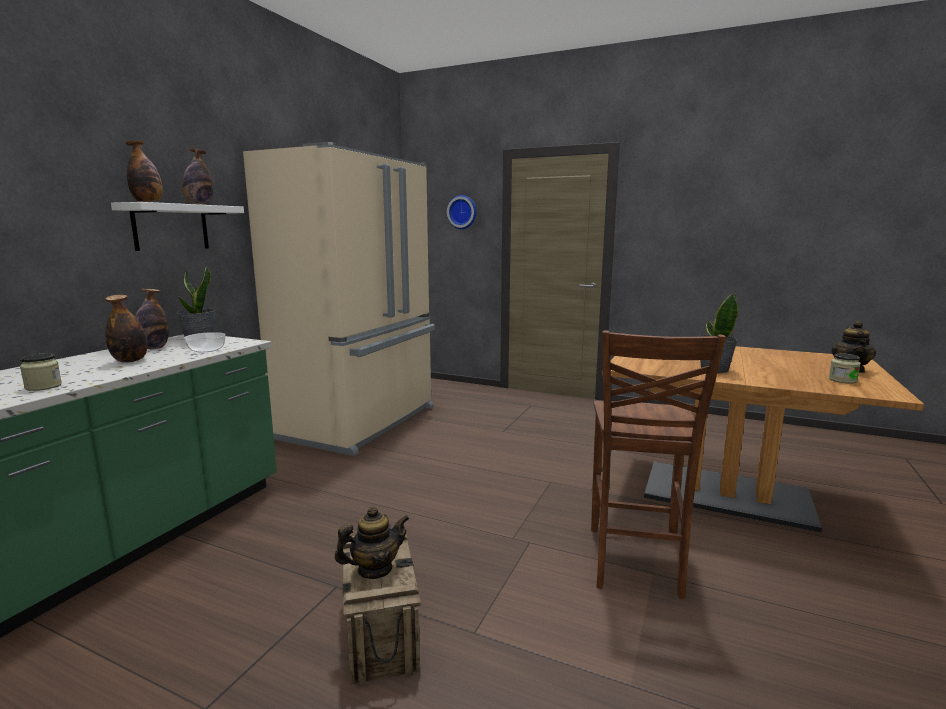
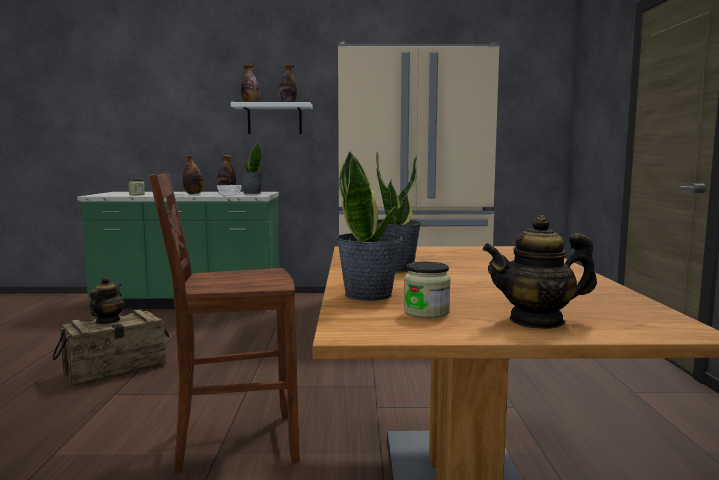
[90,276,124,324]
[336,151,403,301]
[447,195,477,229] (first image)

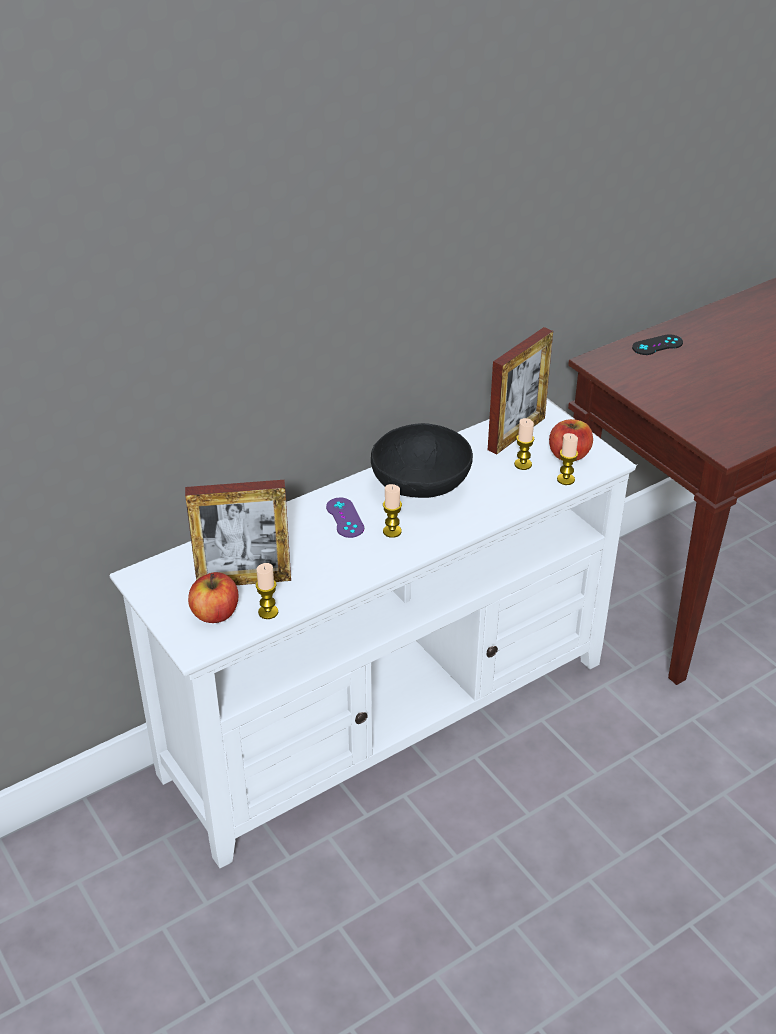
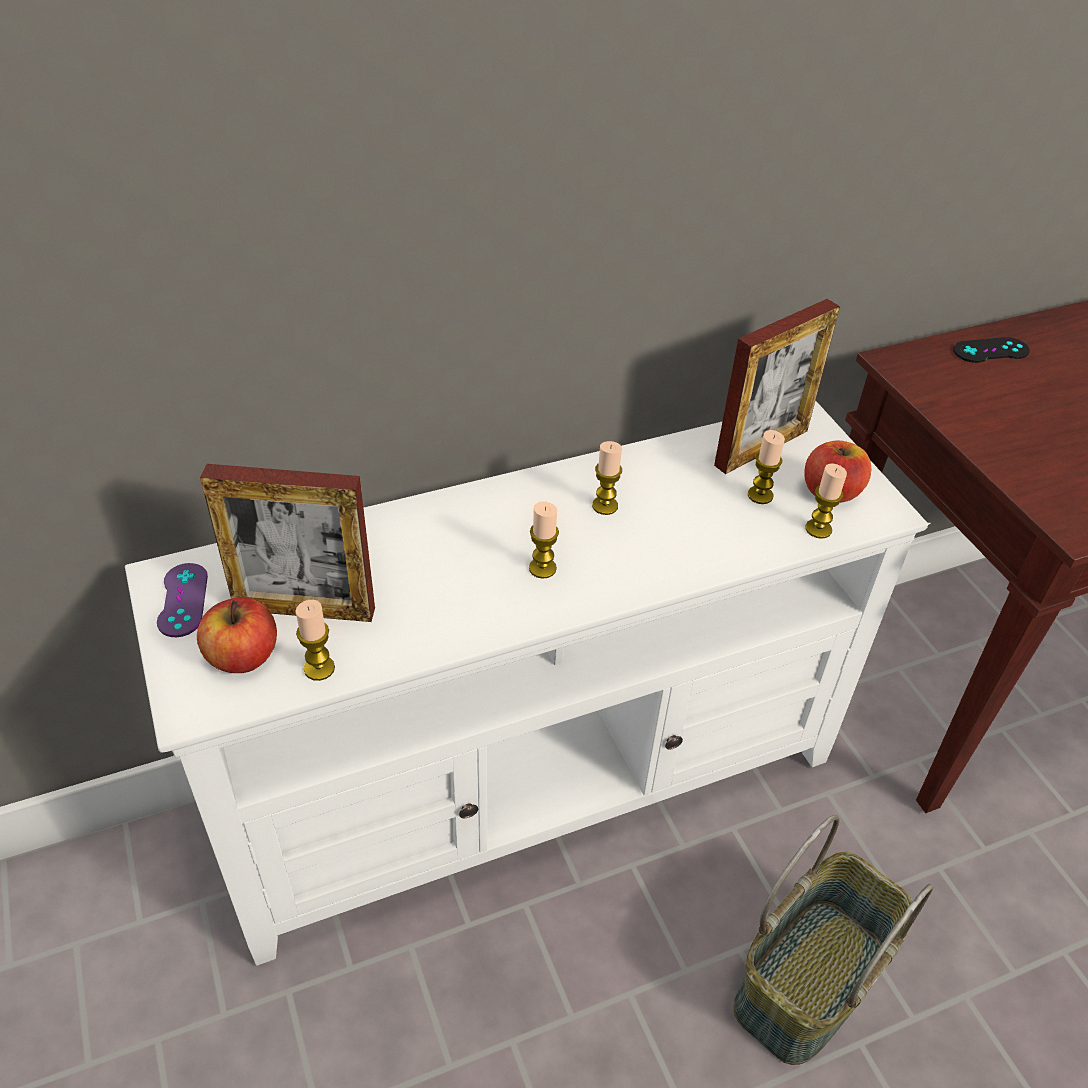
[157,563,208,637]
[592,441,622,515]
[733,815,933,1065]

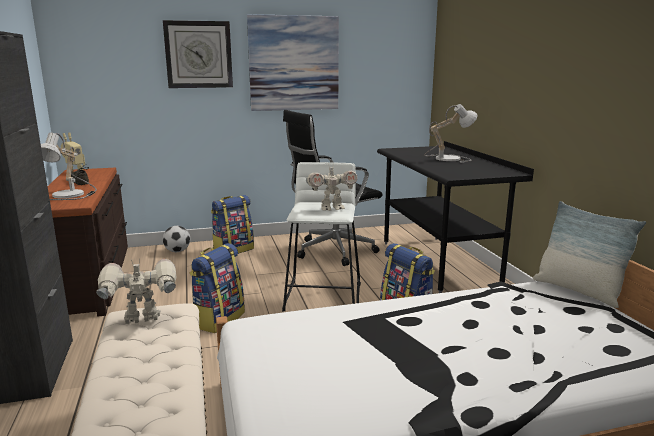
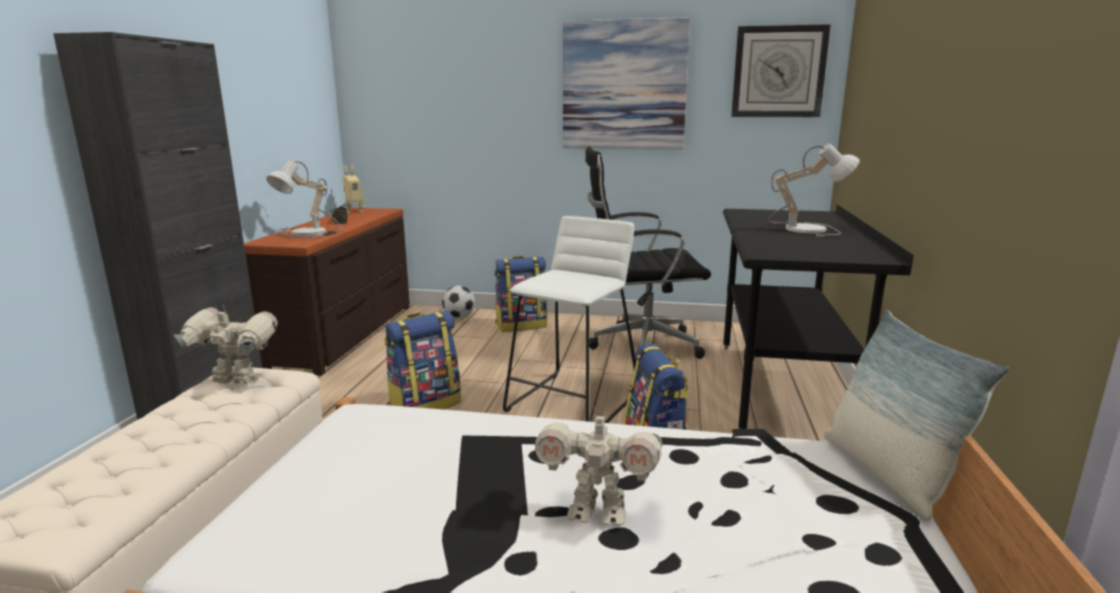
[535,405,662,525]
[731,24,831,117]

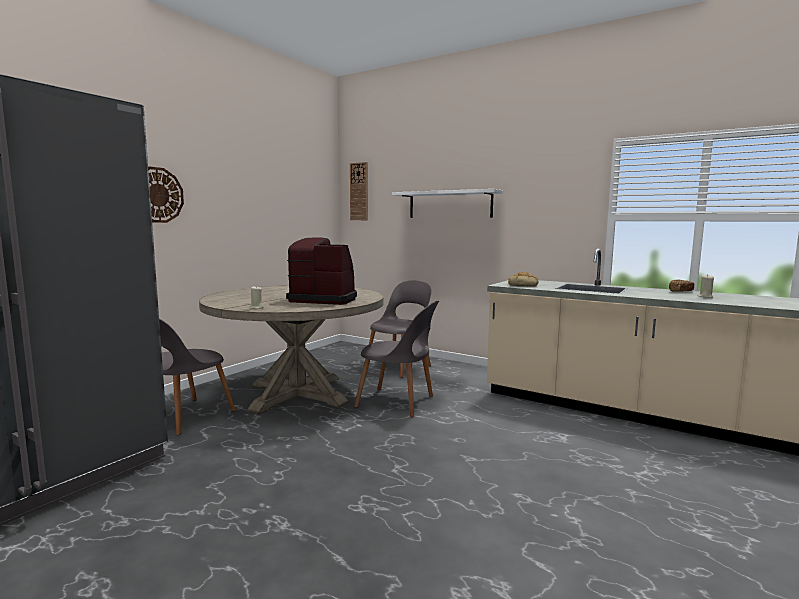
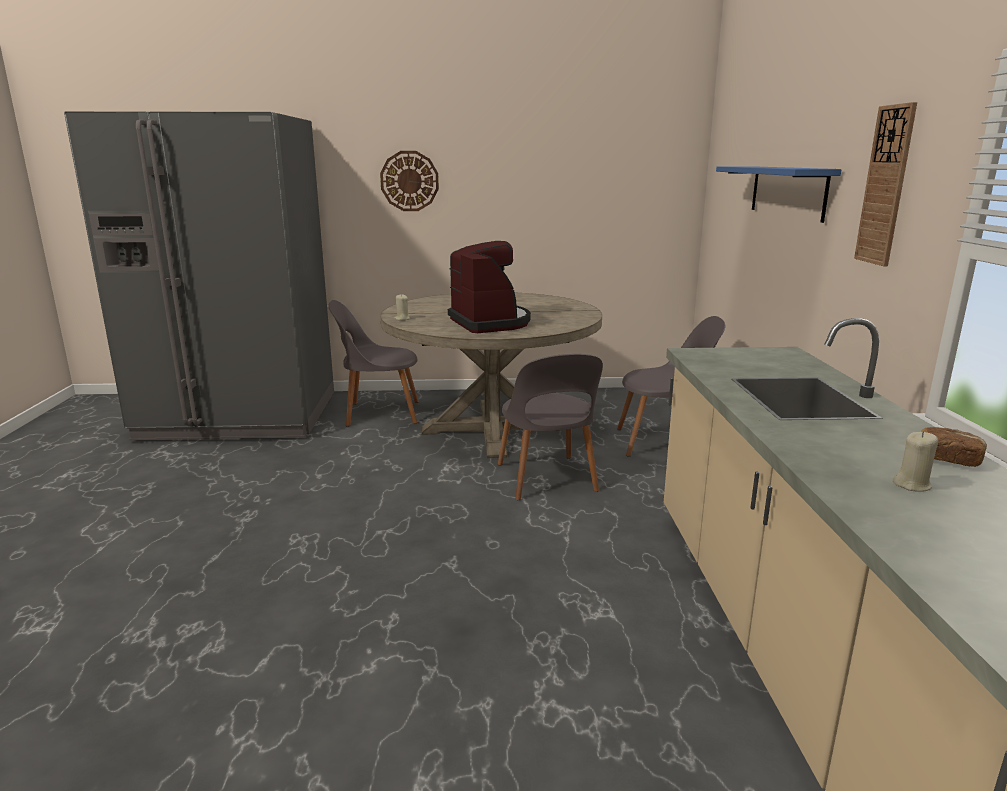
[716,166,842,223]
[854,102,917,266]
[508,272,538,287] (first image)

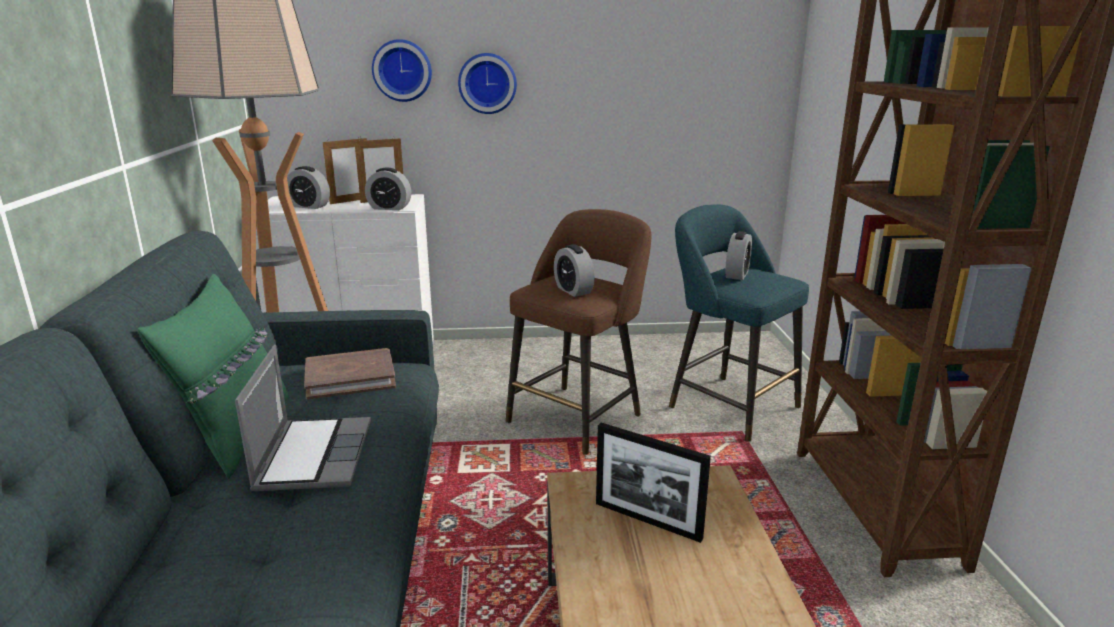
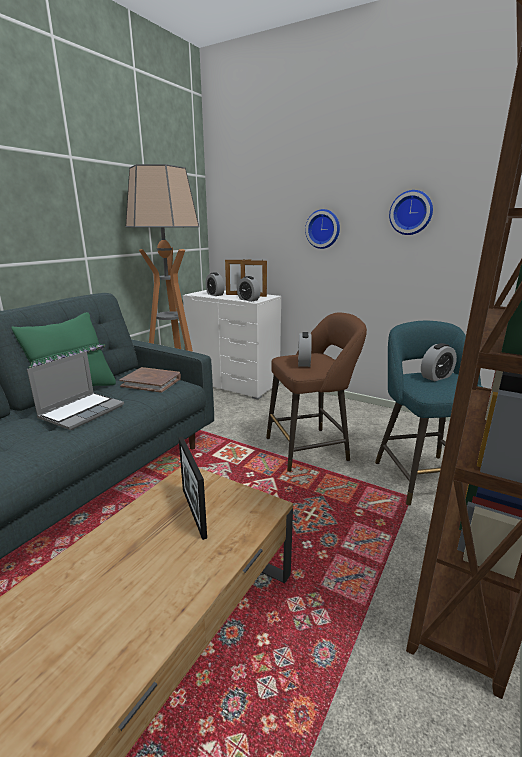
[389,190,433,235]

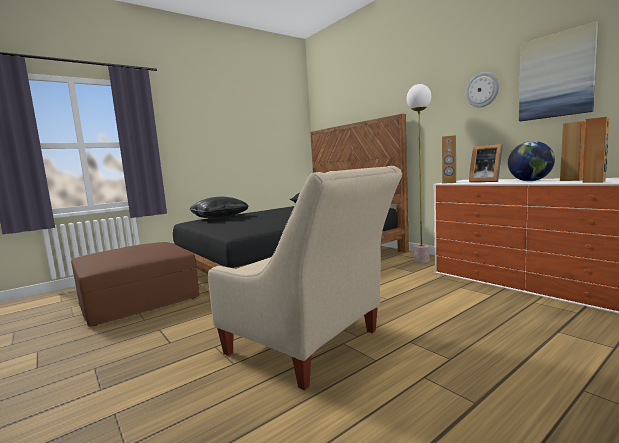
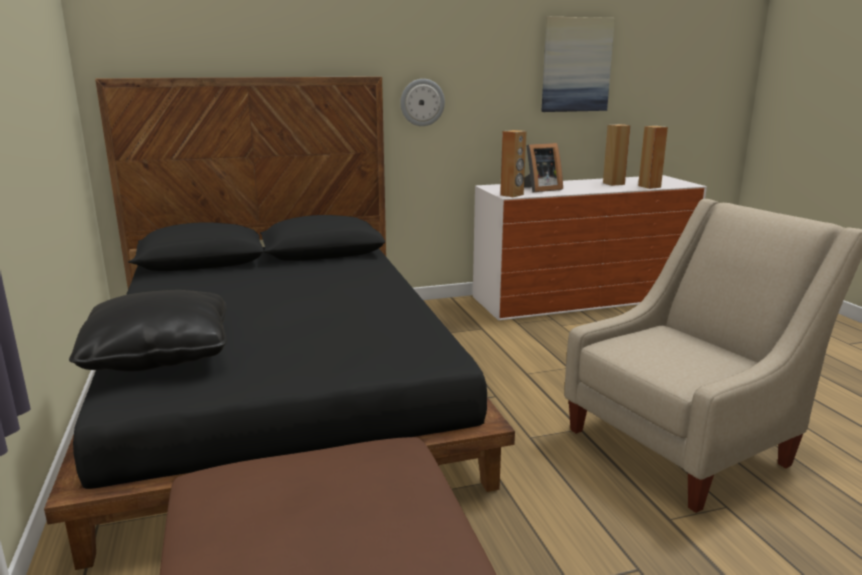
[400,79,445,126]
[407,84,431,263] (first image)
[508,141,555,181] (first image)

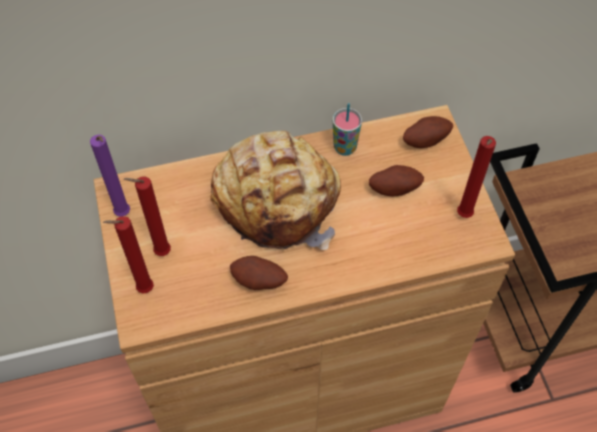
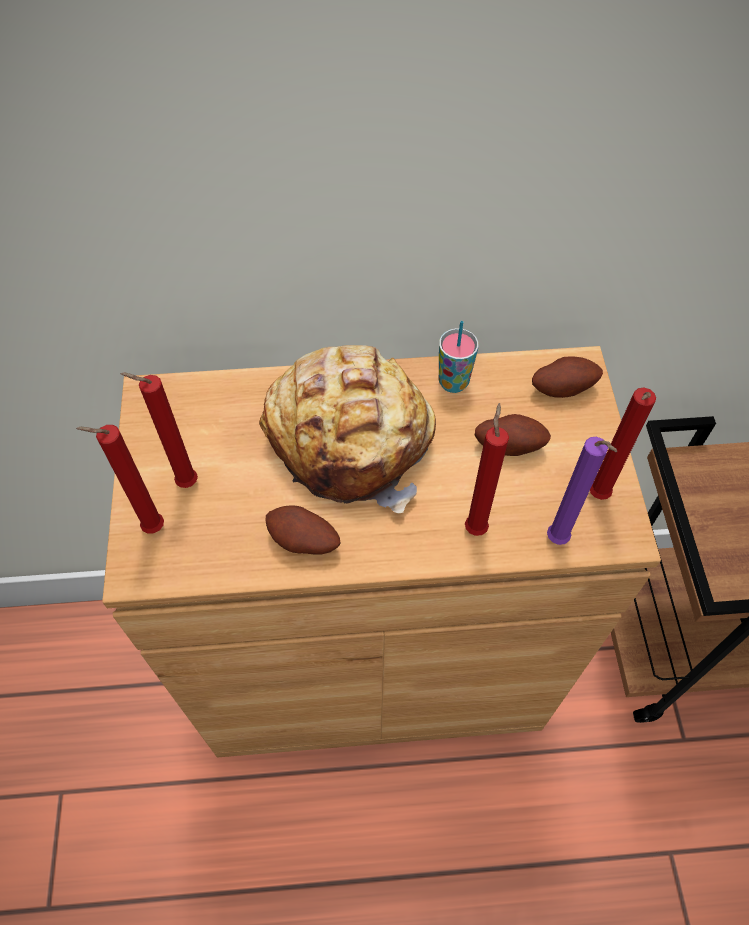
[465,403,509,536]
[547,437,617,545]

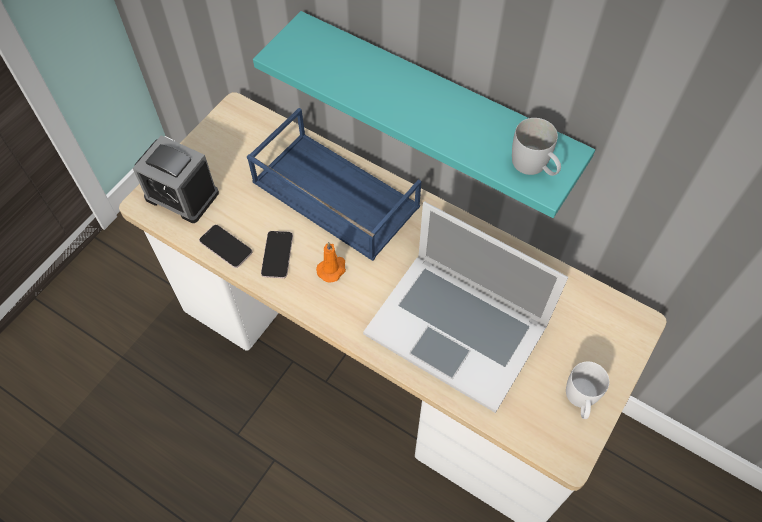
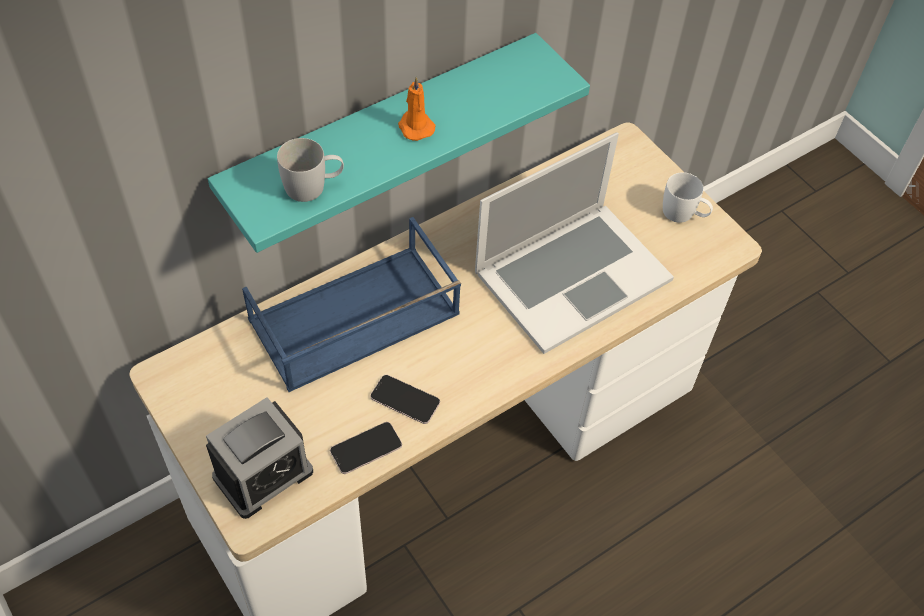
[277,138,344,202]
[398,77,436,141]

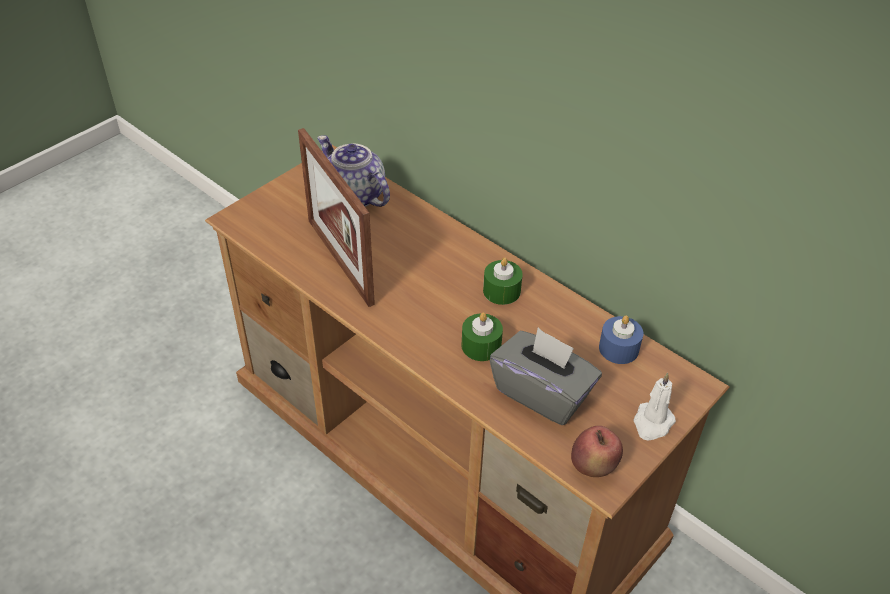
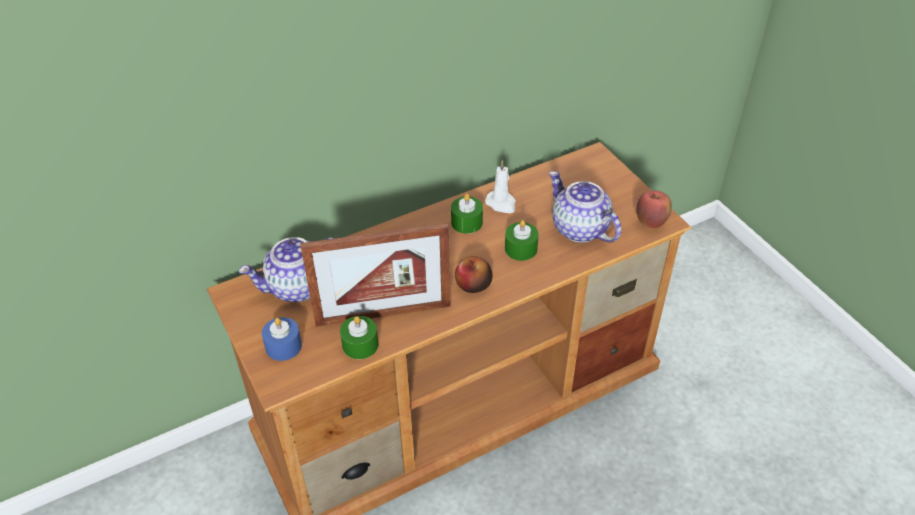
[262,317,302,361]
[340,316,378,359]
[455,256,493,293]
[485,160,516,213]
[549,171,621,243]

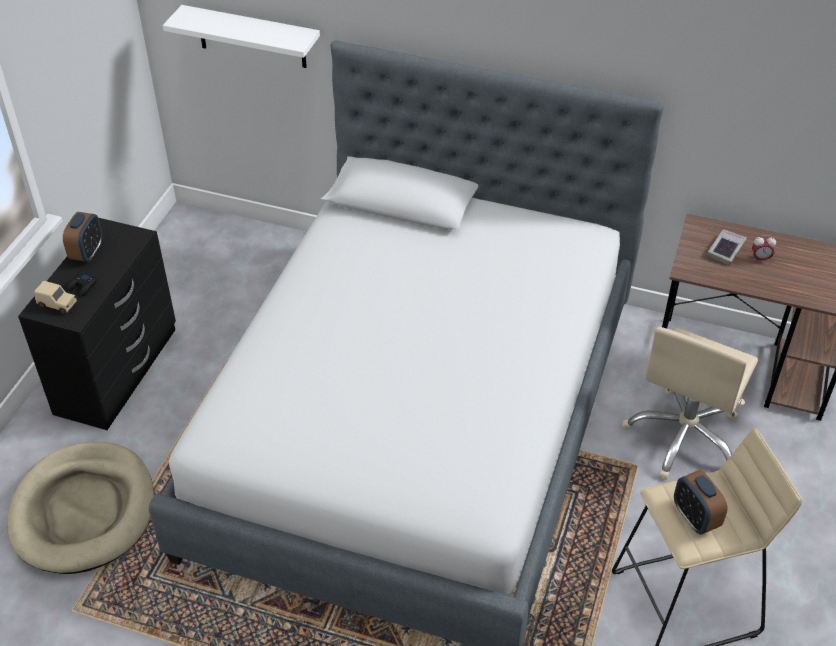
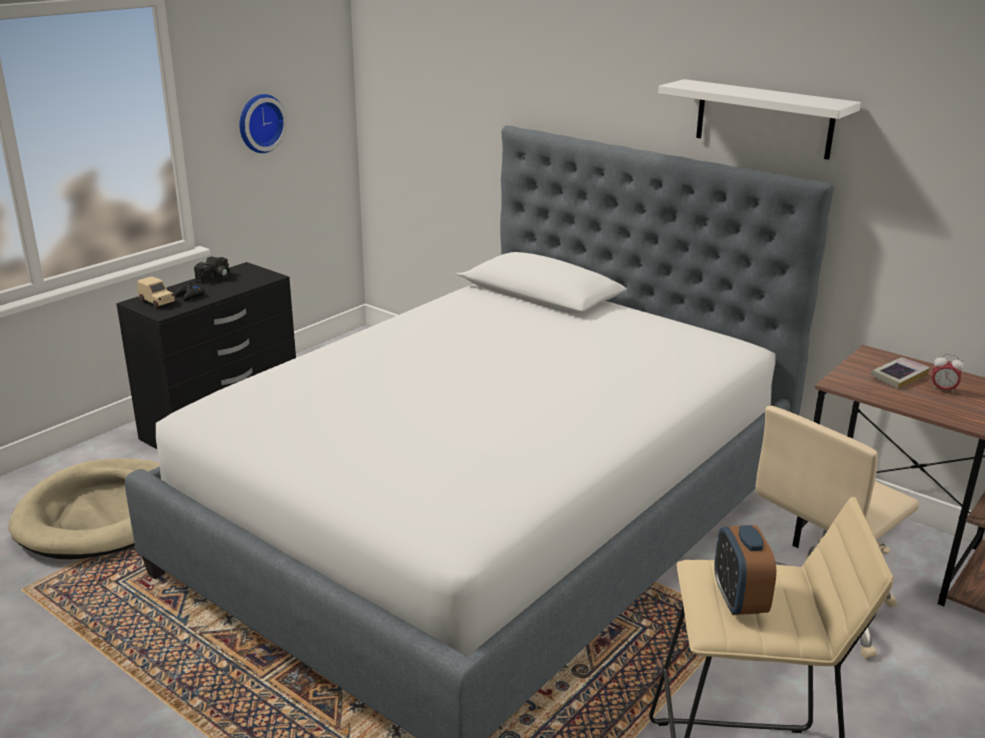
[194,256,230,284]
[239,94,288,153]
[658,79,861,160]

